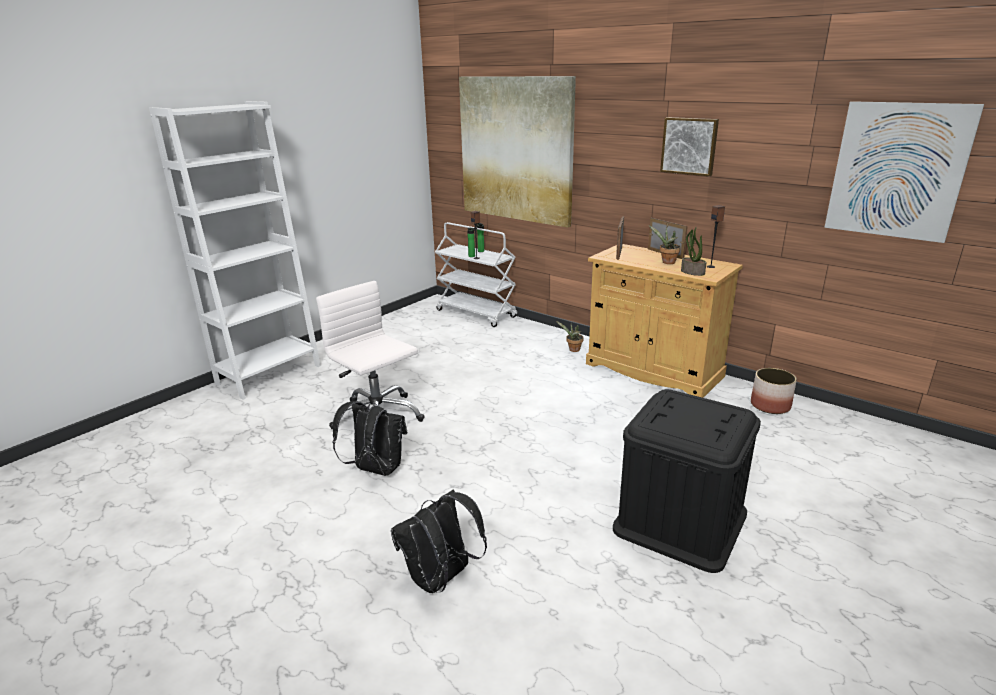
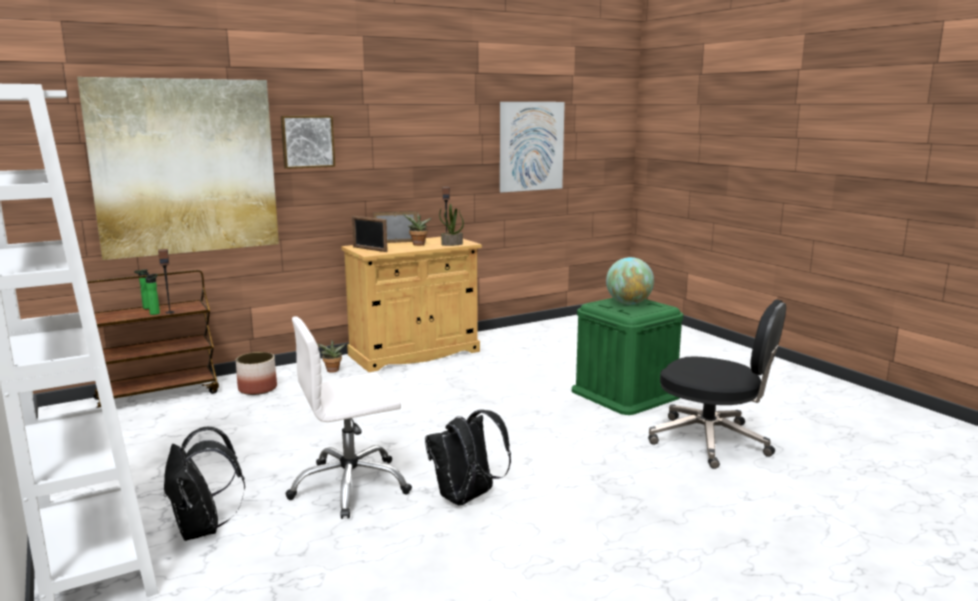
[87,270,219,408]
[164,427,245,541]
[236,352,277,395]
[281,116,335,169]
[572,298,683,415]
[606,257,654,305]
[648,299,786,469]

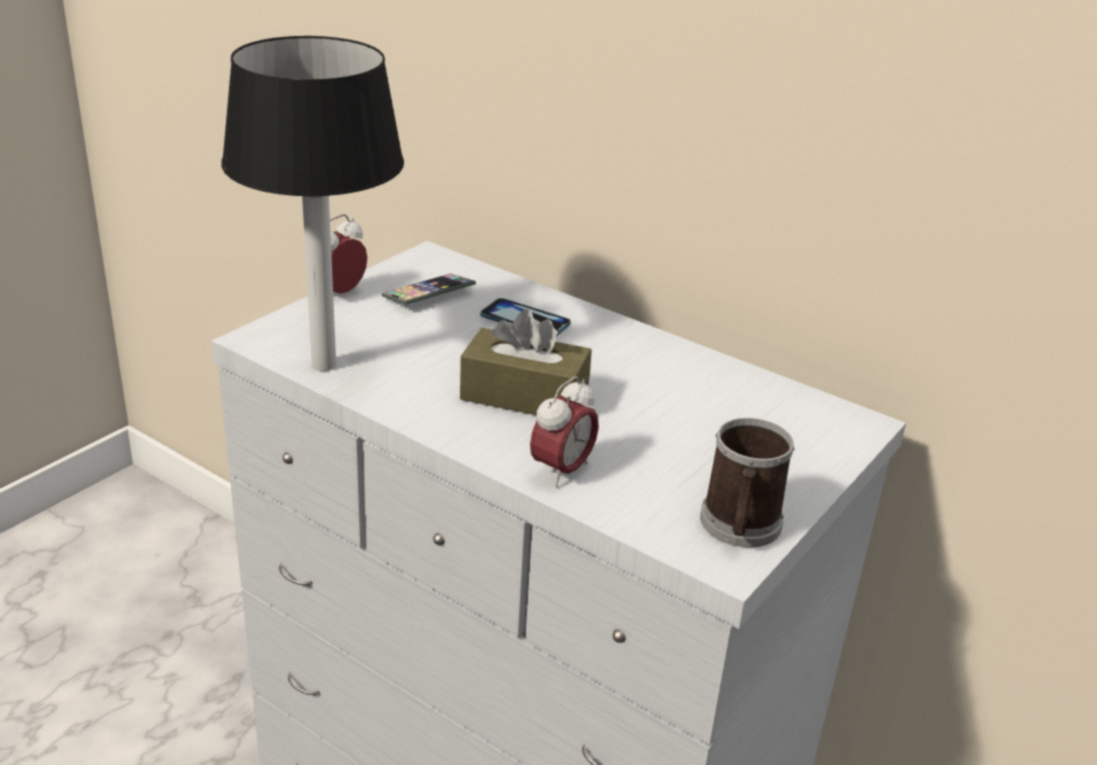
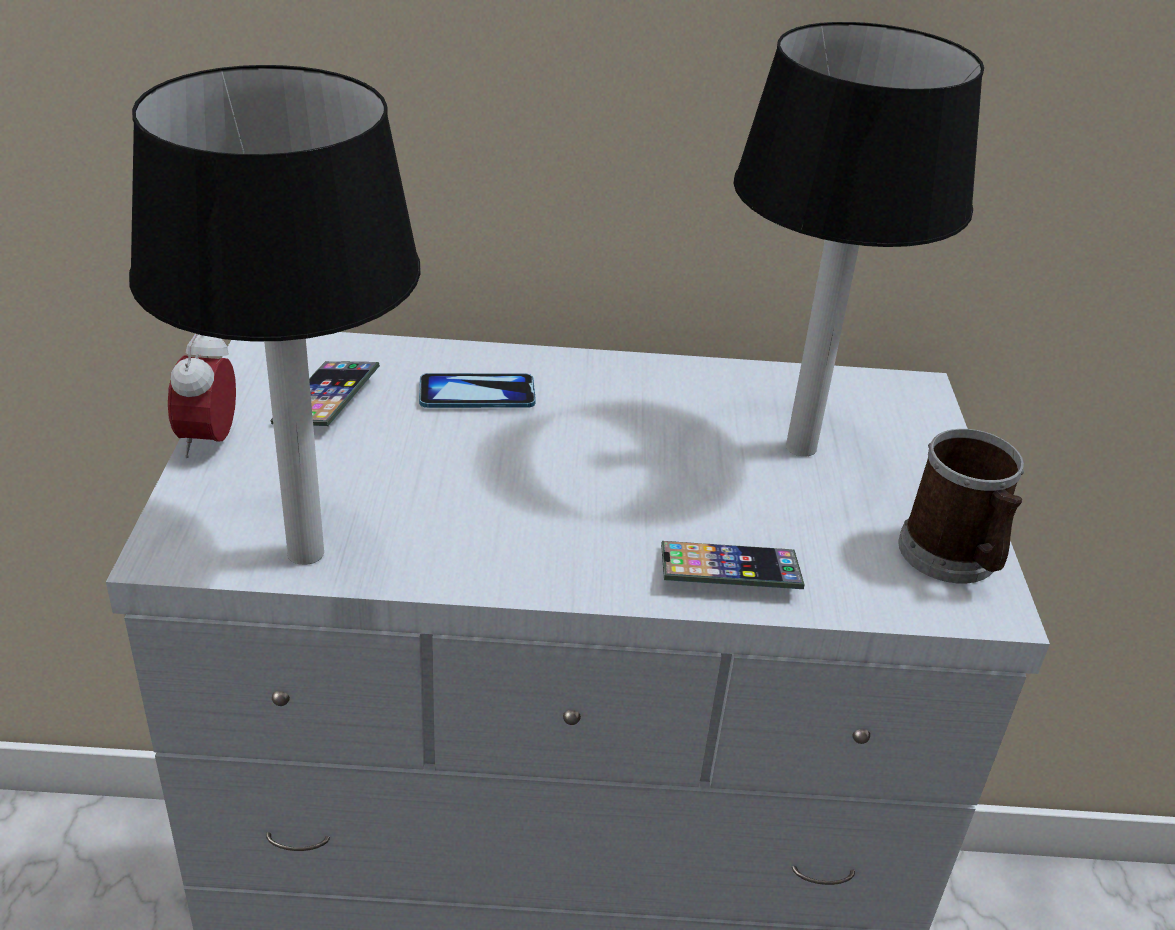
[661,541,805,589]
[733,22,984,457]
[460,309,592,415] (first image)

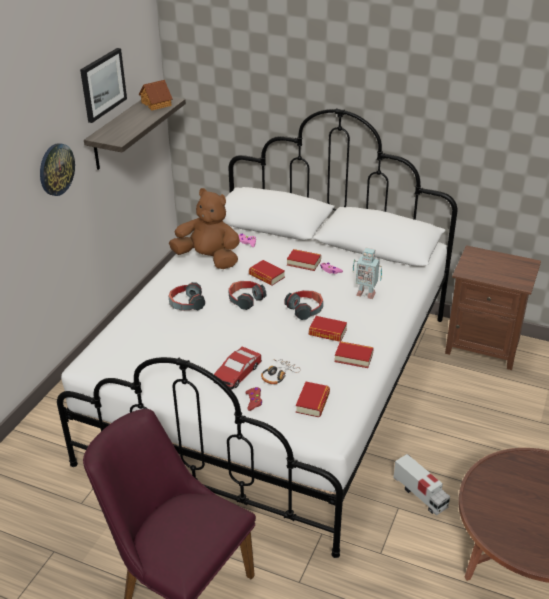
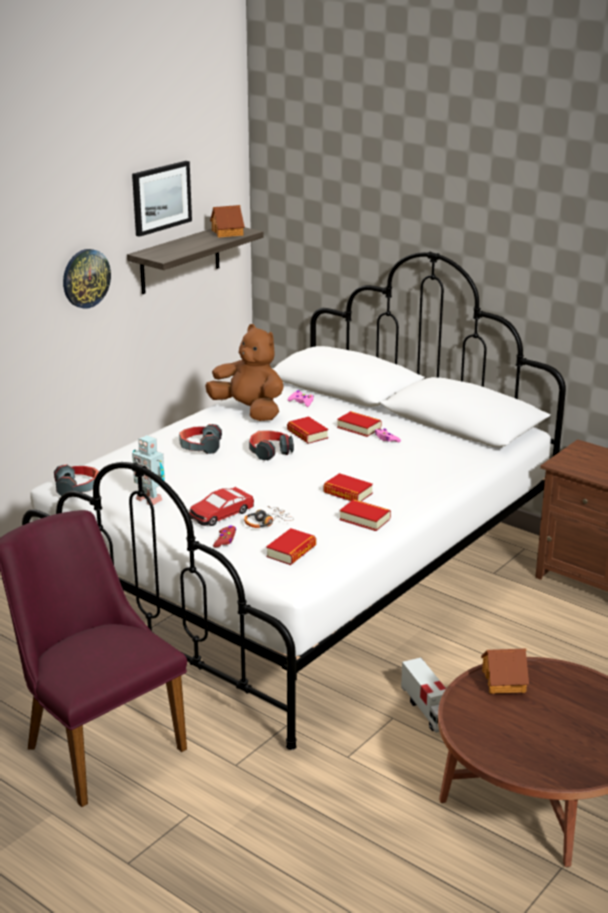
[54,464,99,496]
[132,435,165,505]
[481,649,529,694]

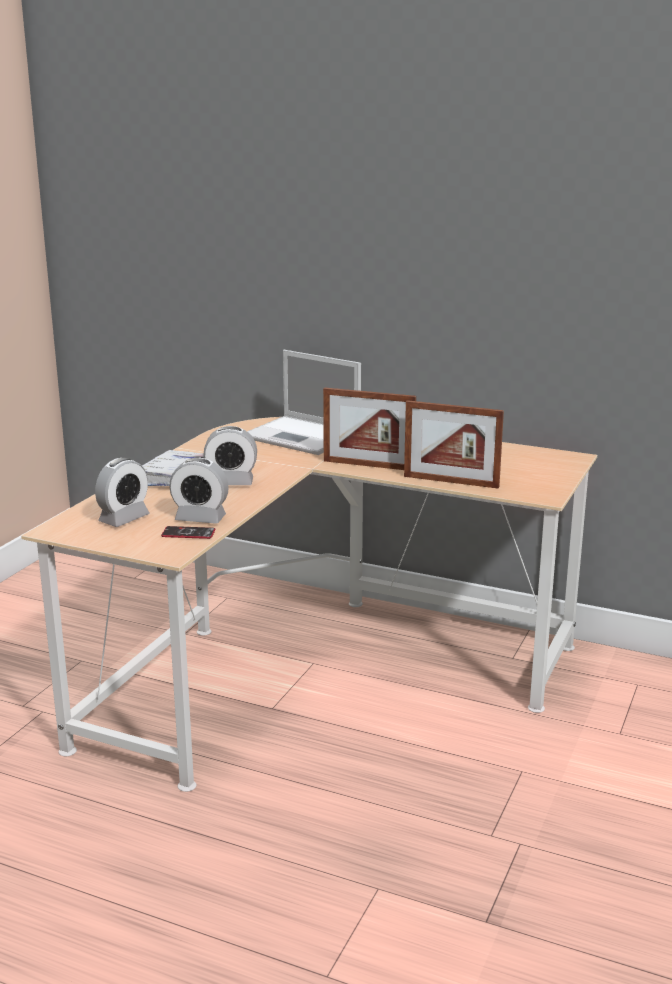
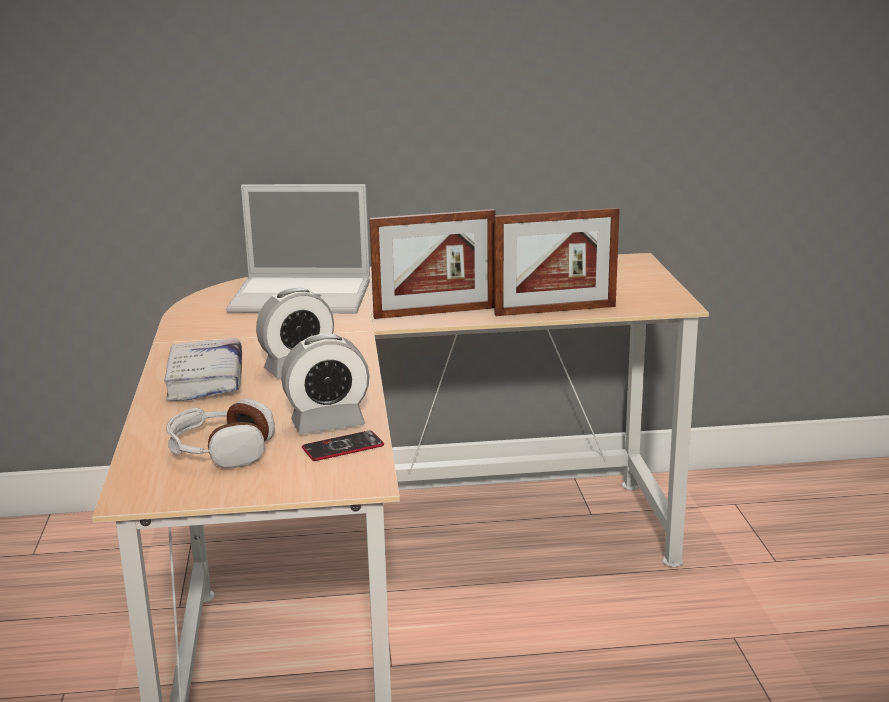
[166,399,275,468]

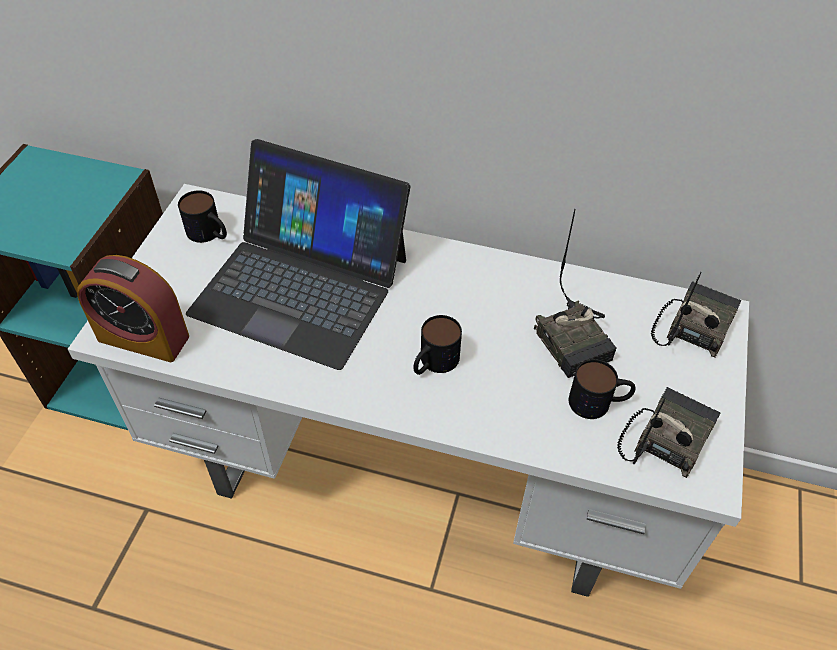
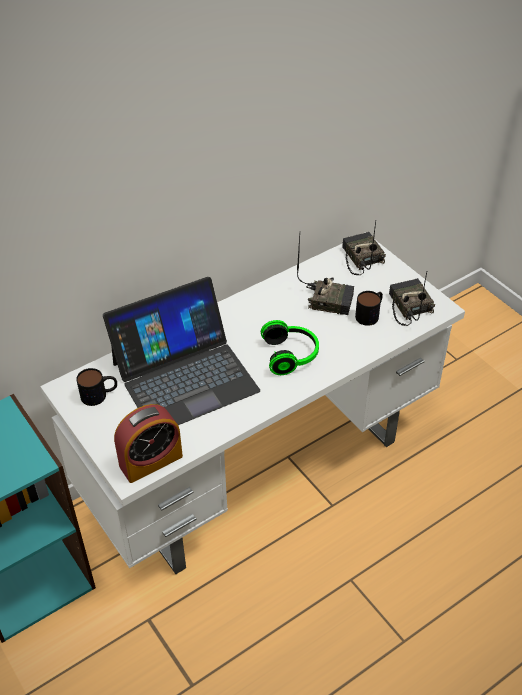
[261,320,319,375]

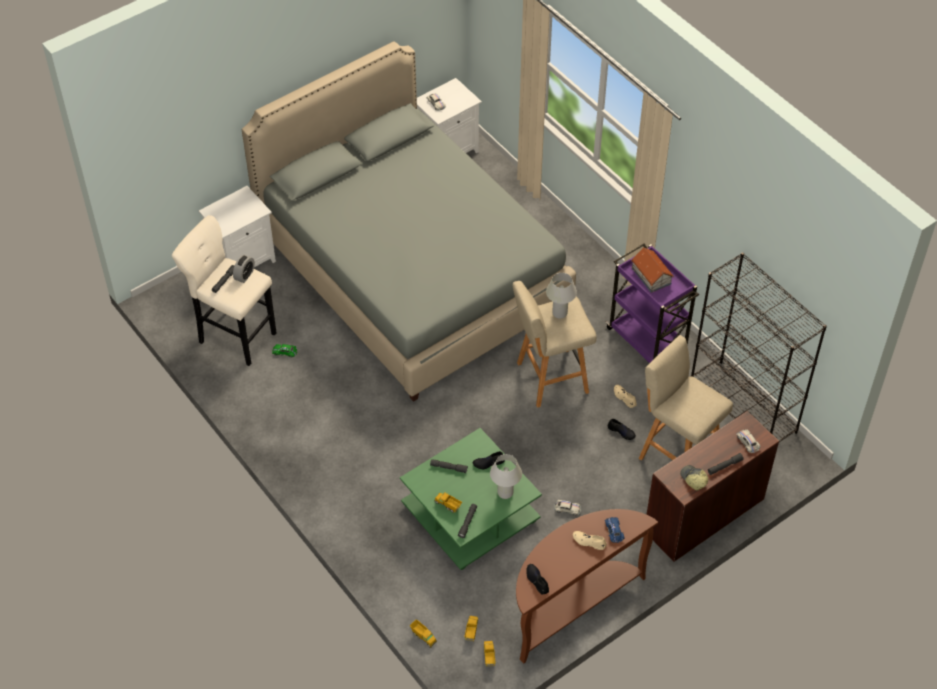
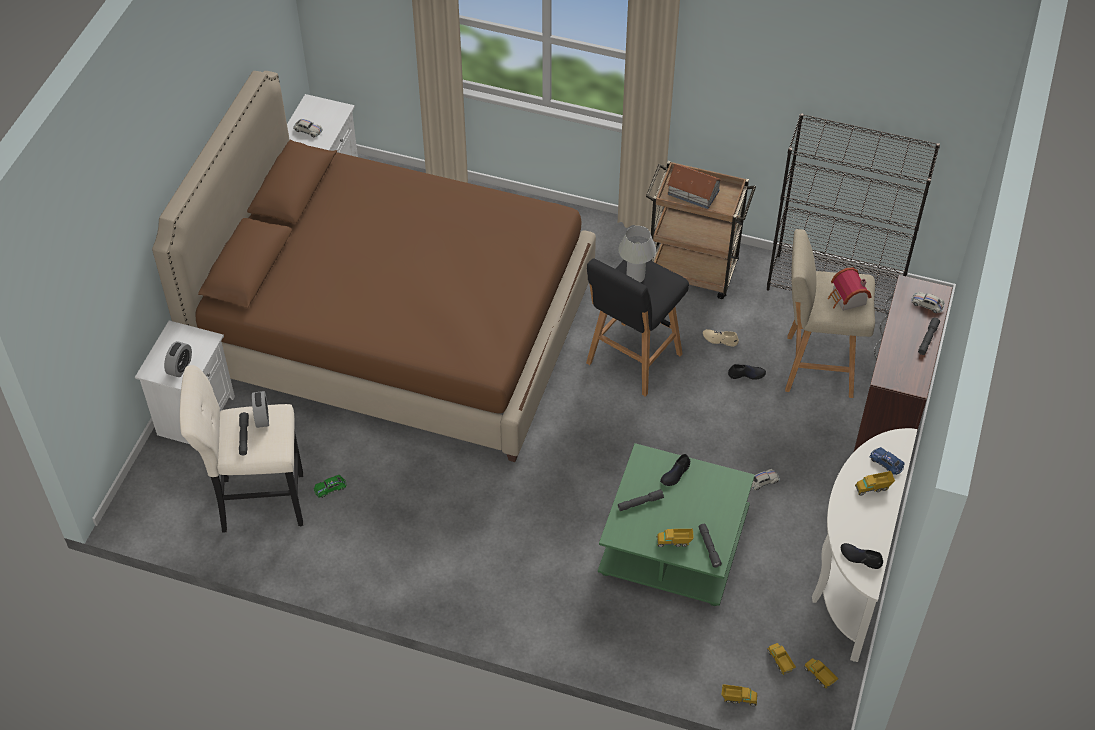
[152,71,596,462]
[164,341,192,377]
[586,259,689,397]
[646,161,756,299]
[812,428,918,662]
[828,268,872,311]
[855,471,895,496]
[490,454,522,499] (first image)
[680,465,708,490] (first image)

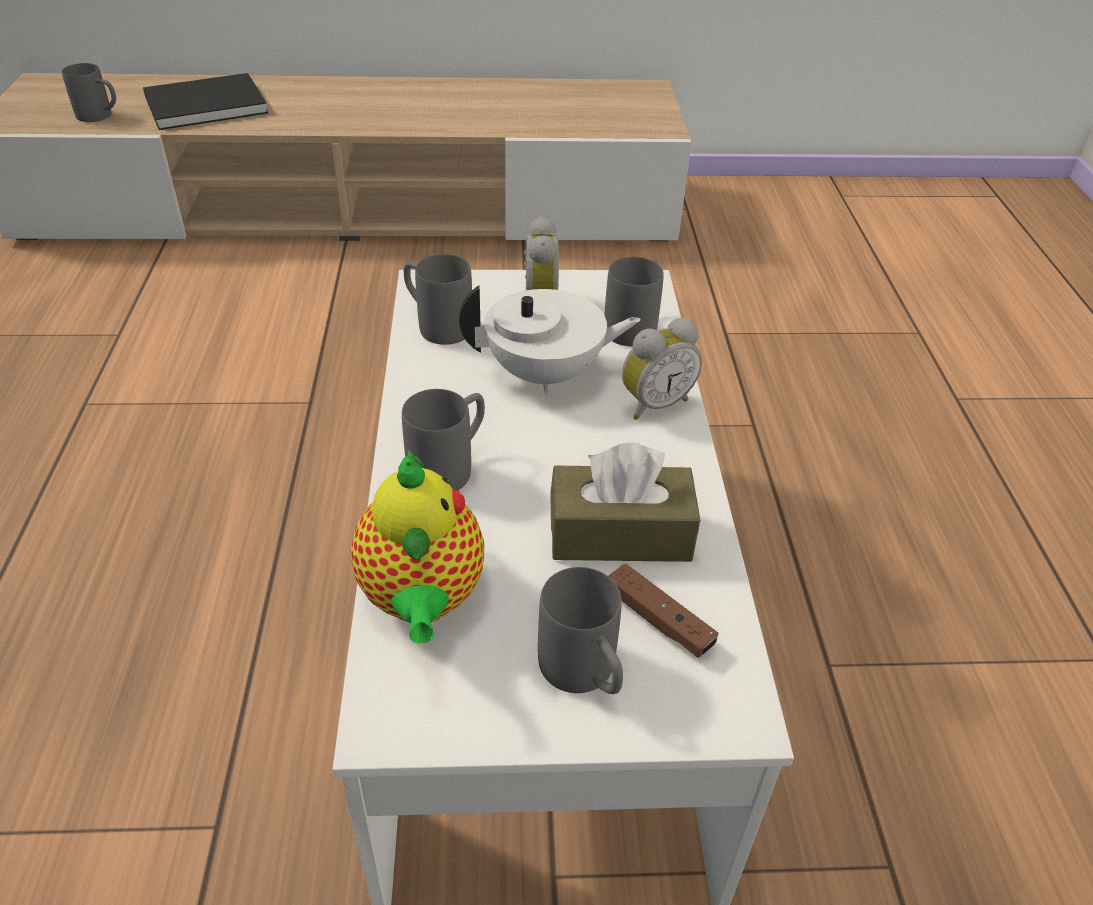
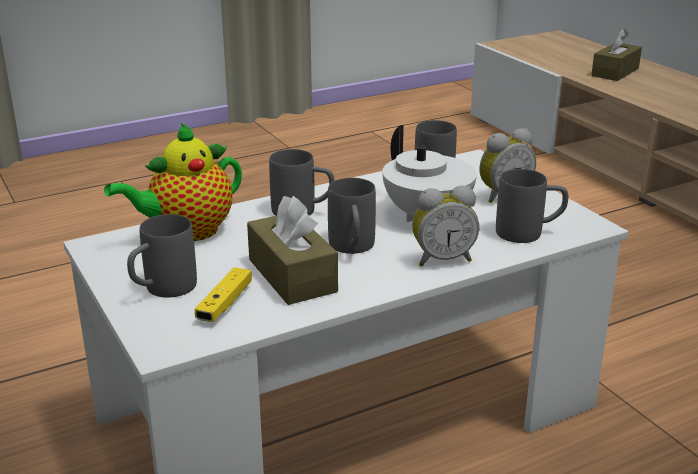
[195,267,252,322]
[328,178,376,254]
[412,186,479,267]
[591,28,642,81]

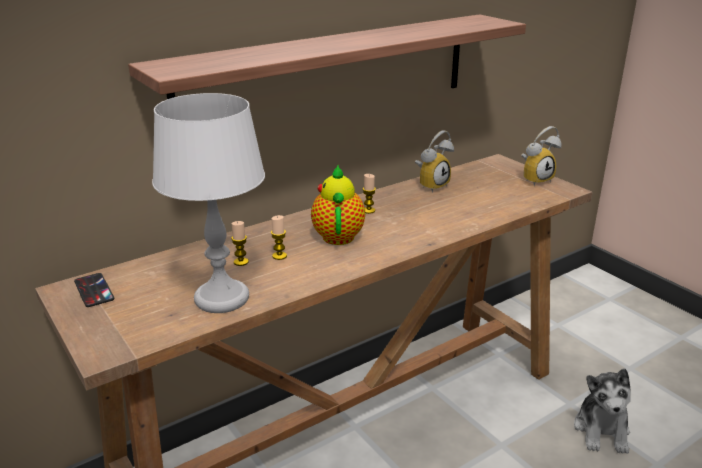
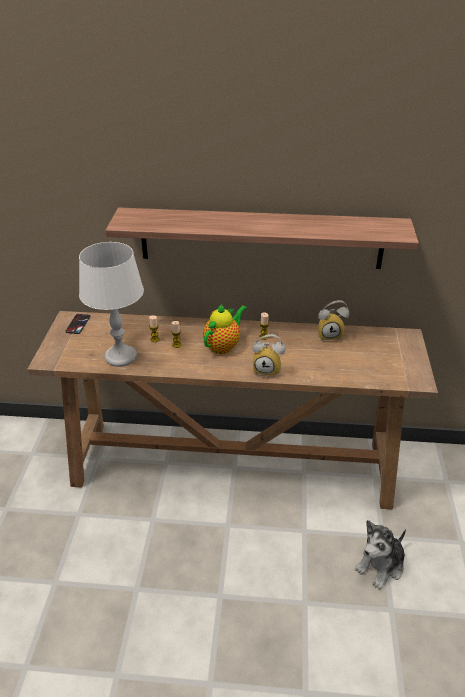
[253,334,285,377]

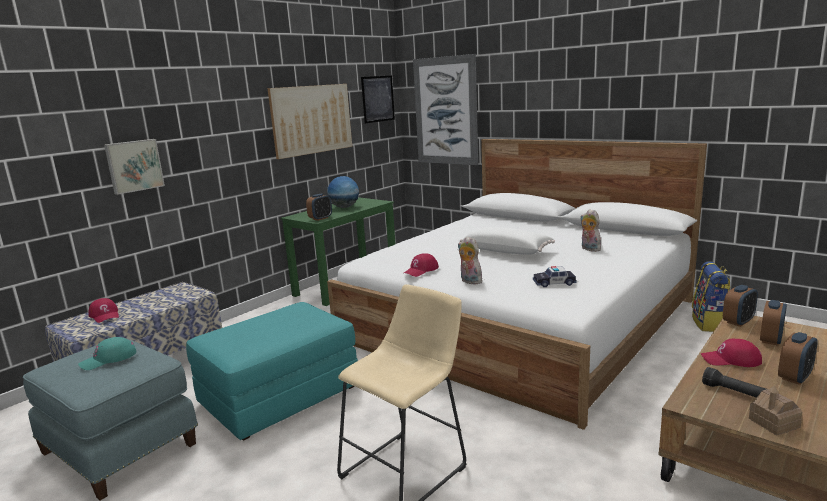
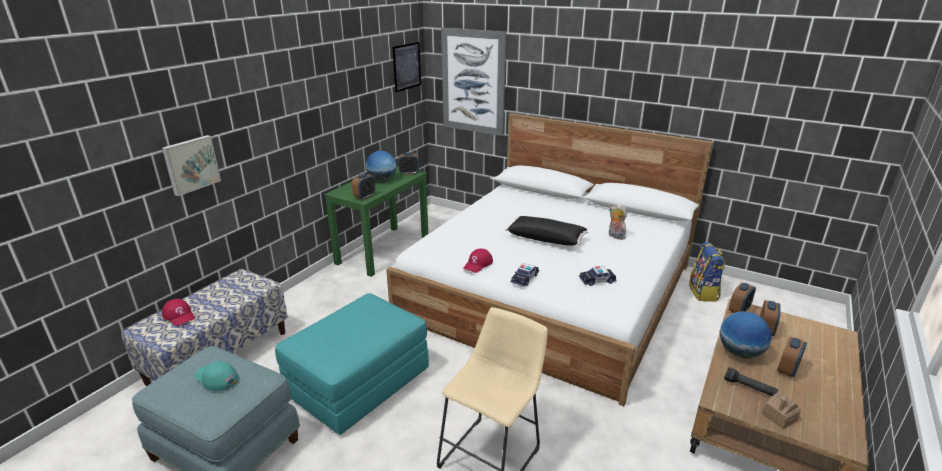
[195,361,239,391]
[399,153,419,175]
[505,216,589,246]
[511,263,539,287]
[720,311,772,358]
[267,84,352,159] (first image)

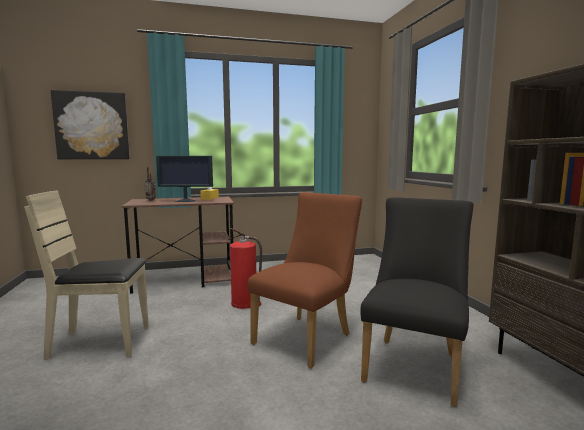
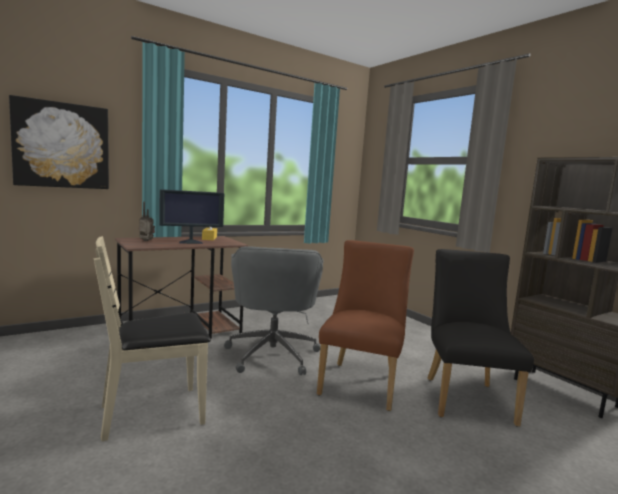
[224,246,324,375]

